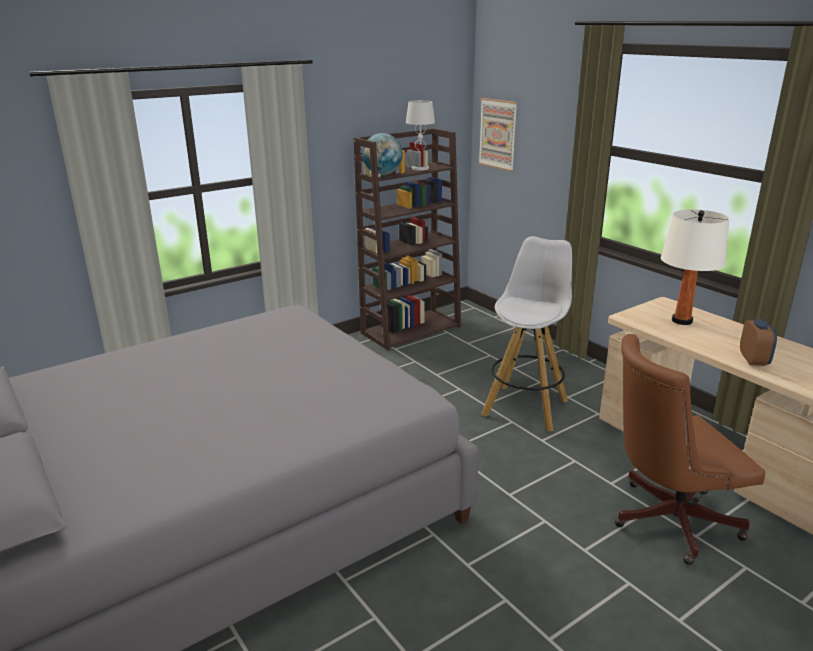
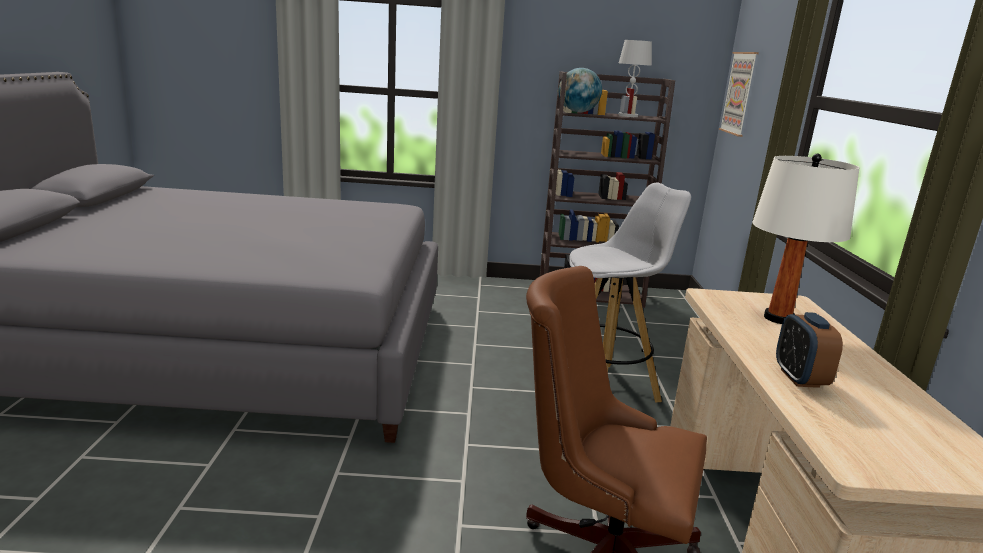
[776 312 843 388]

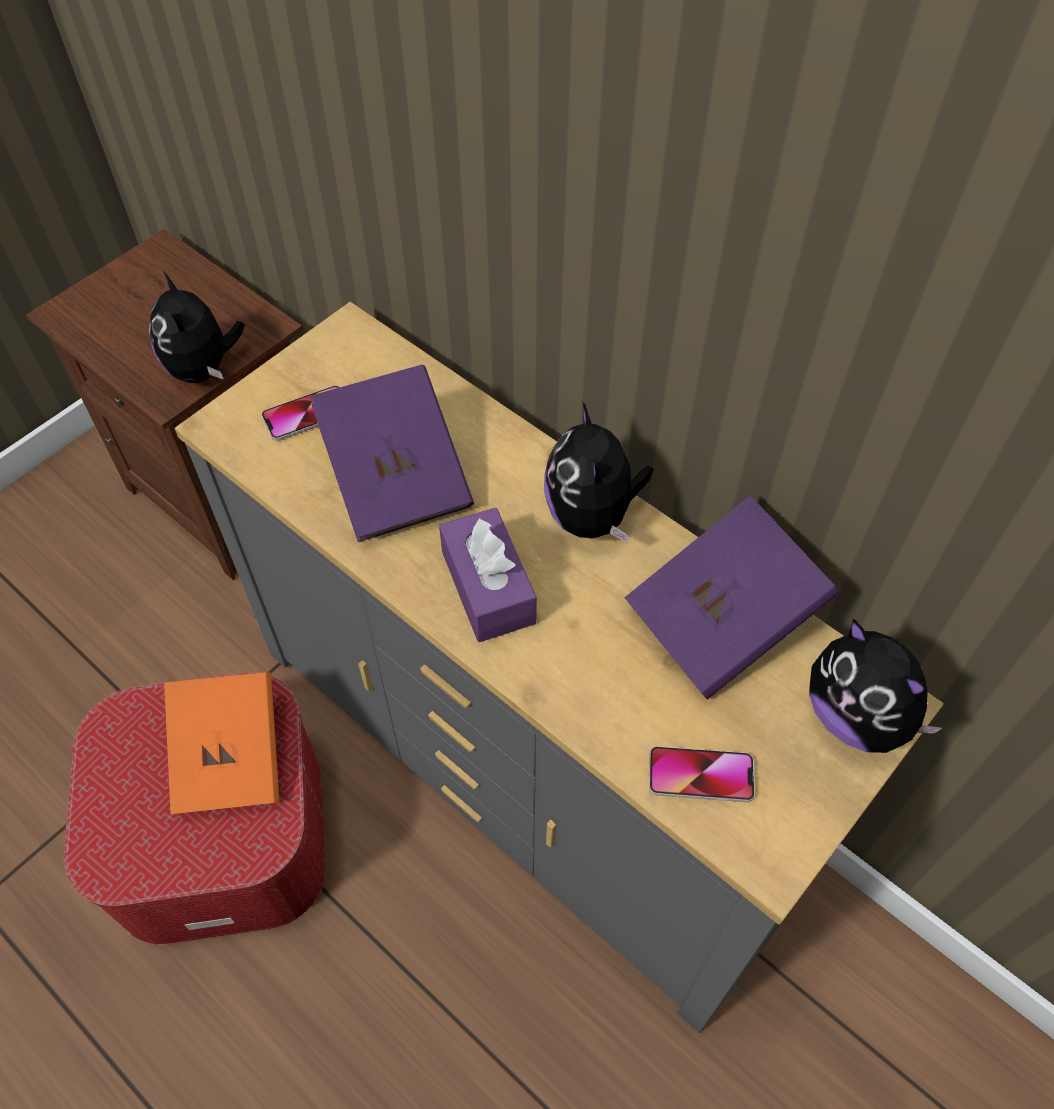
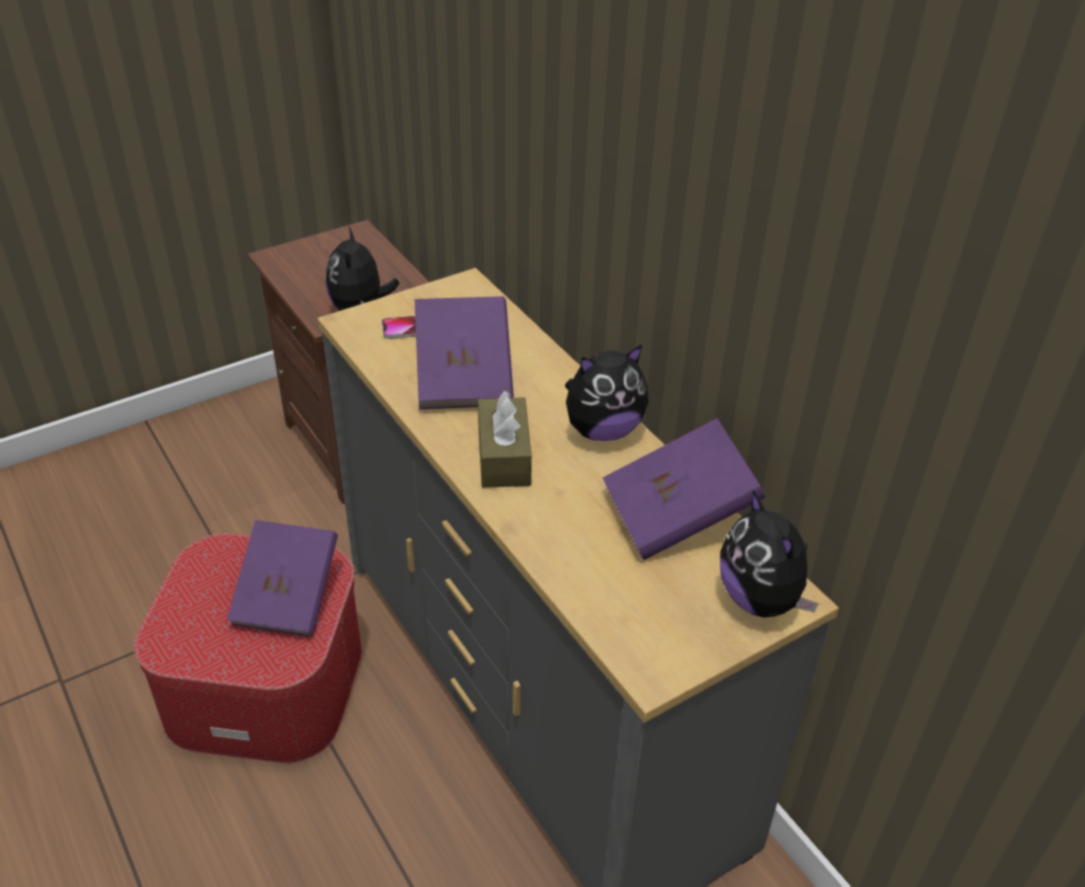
[649 746 755 802] (first image)
[227 520 338 637]
[478 390 532 488]
[565 345 648 441]

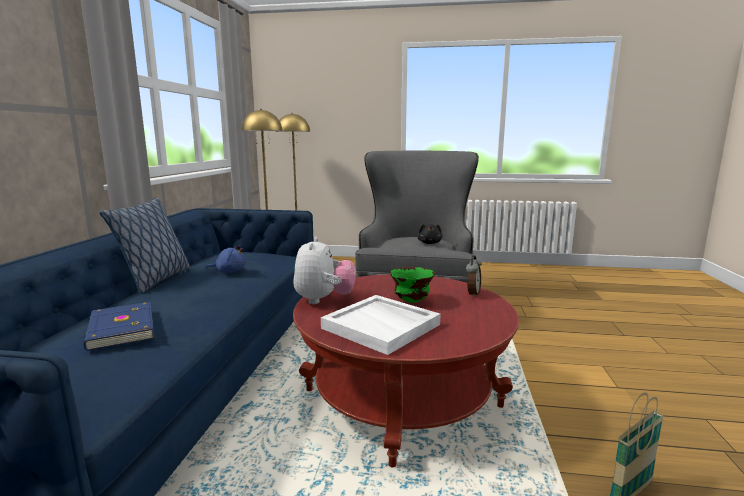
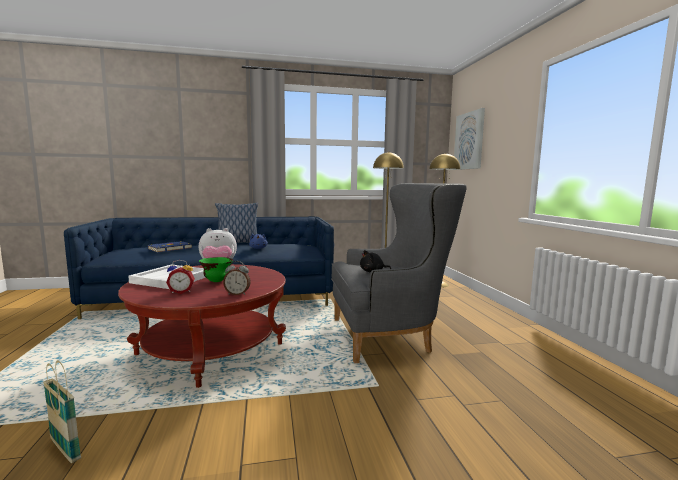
[166 260 195 294]
[454 108 485 170]

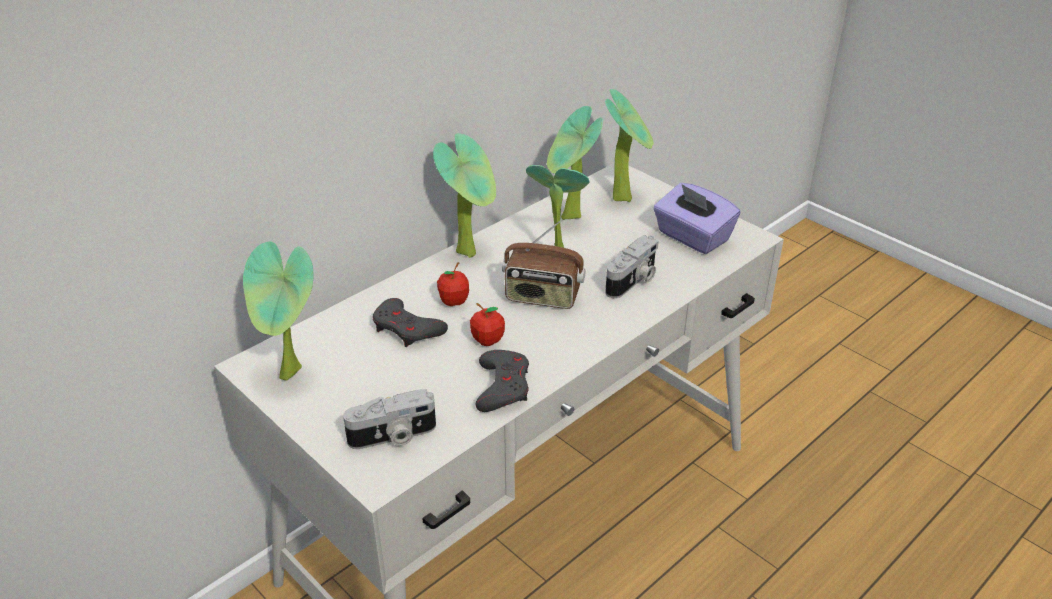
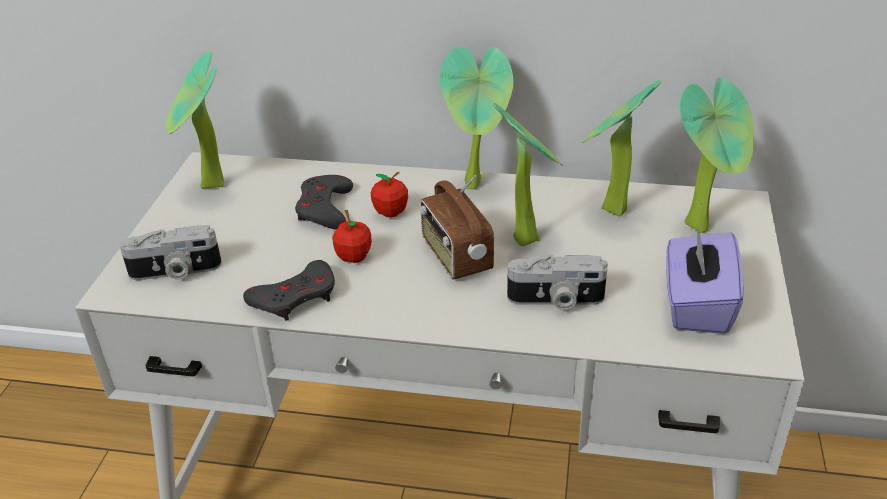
[120 225 222 280]

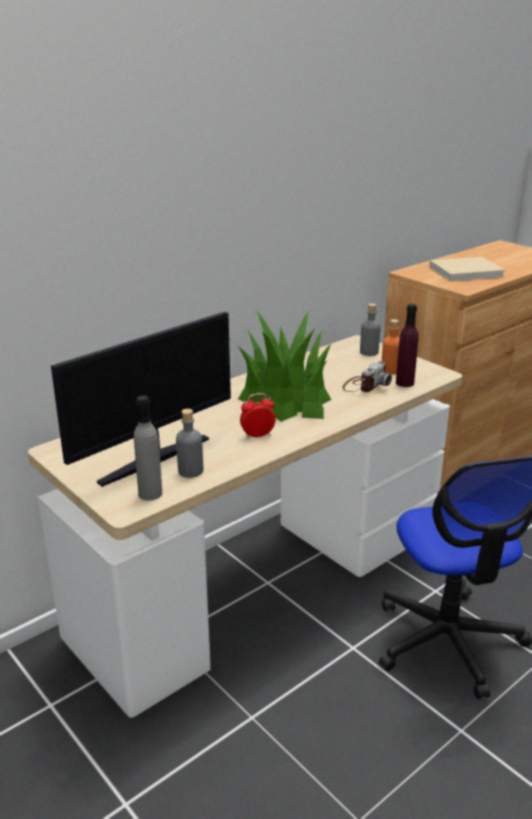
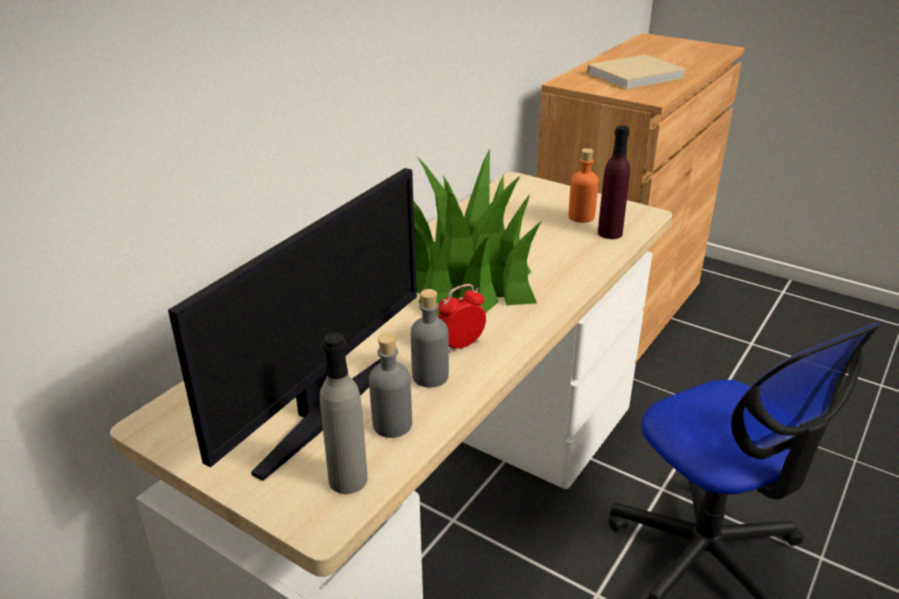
[342 361 392 392] (first image)
[411 289 449 388]

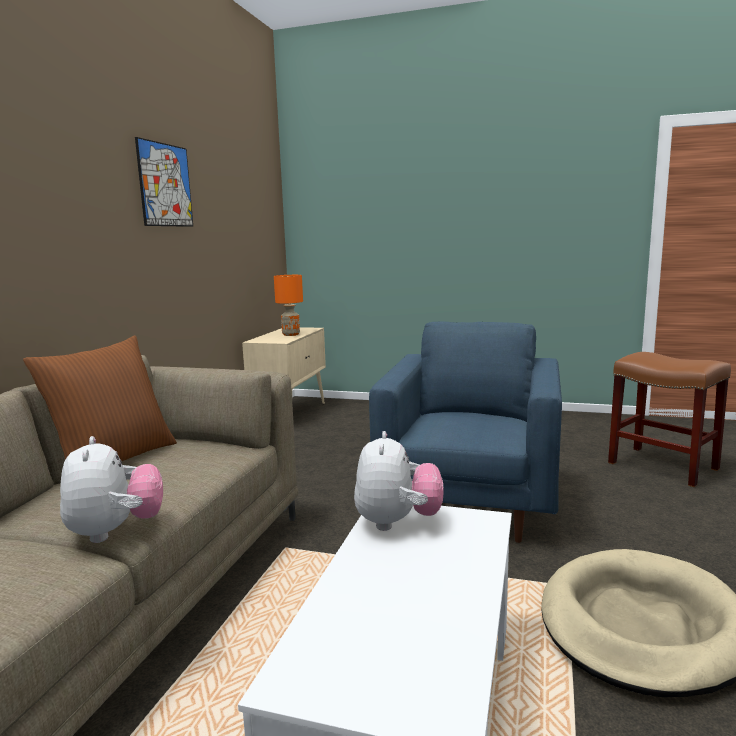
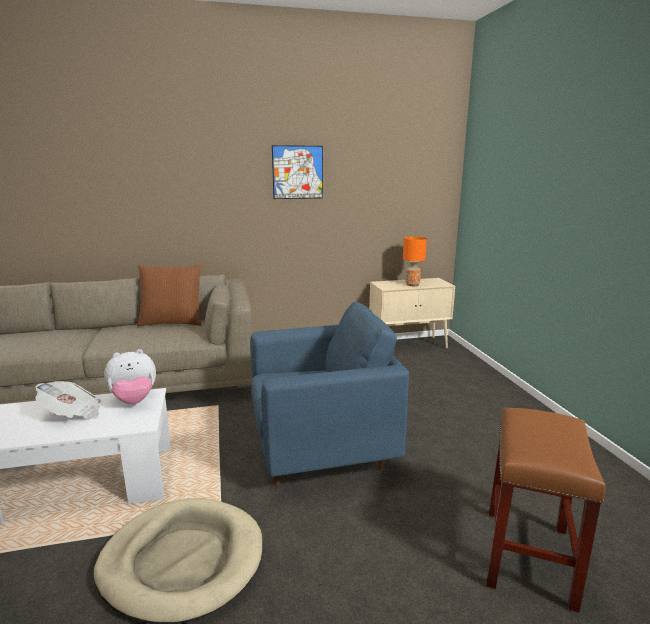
[60 436 163 543] (first image)
[35 381 101 419]

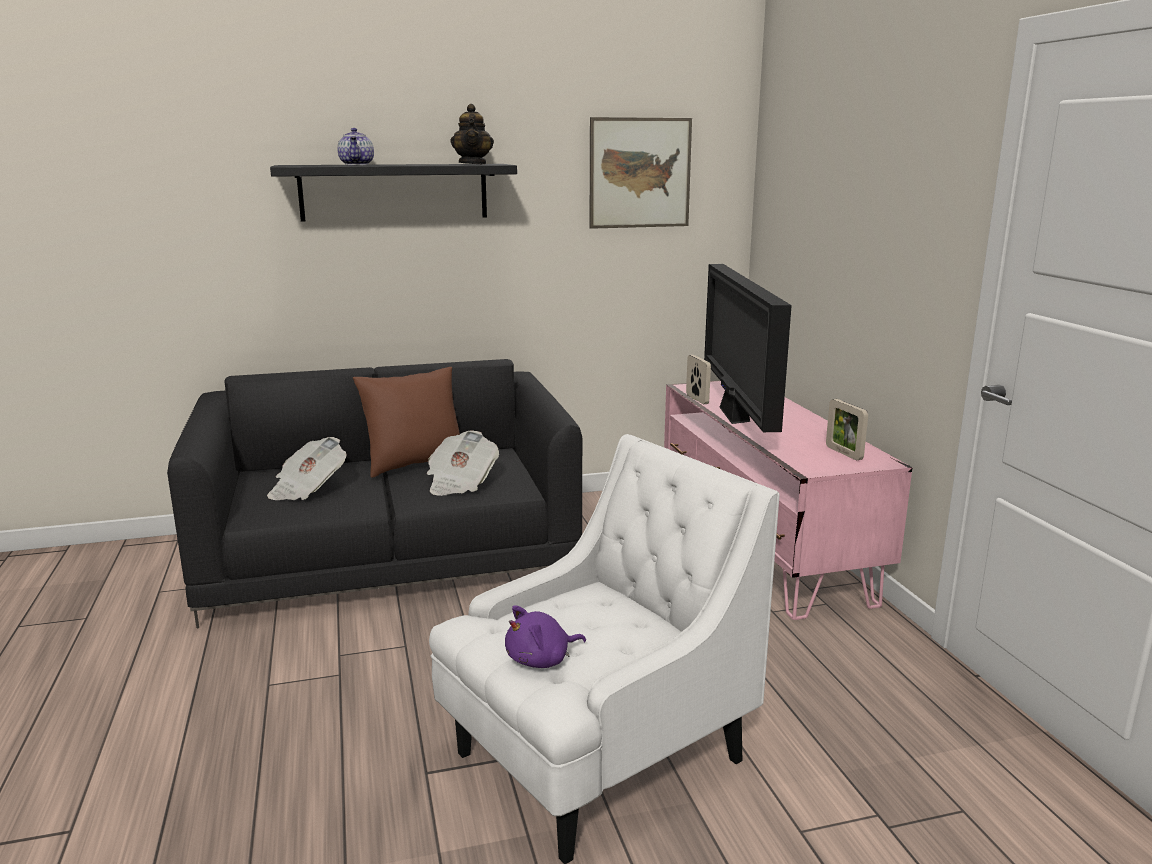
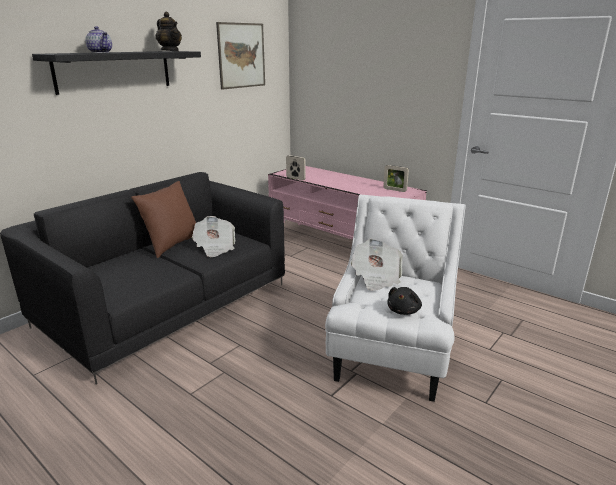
[704 264 792 432] (first image)
[351 238 403 291]
[388 287 422 315]

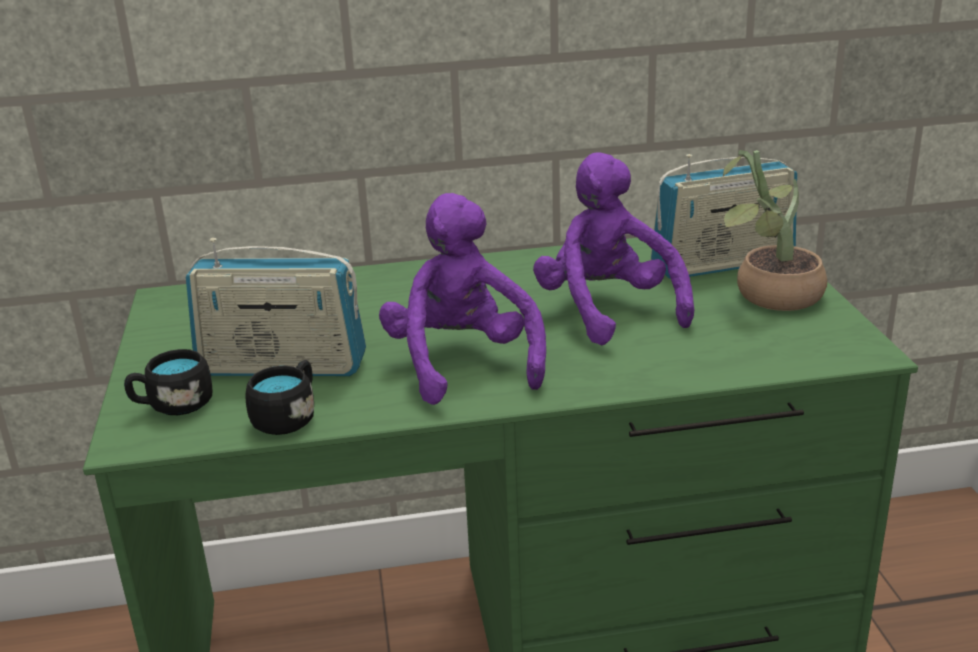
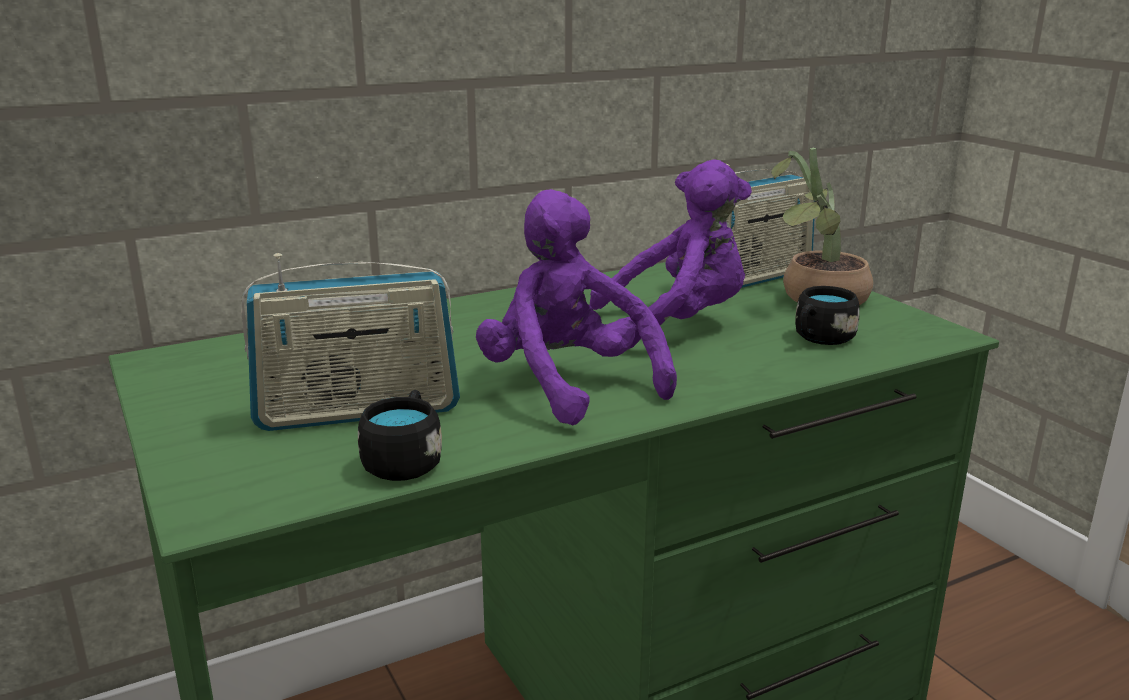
[795 286 860 345]
[590 160 752 349]

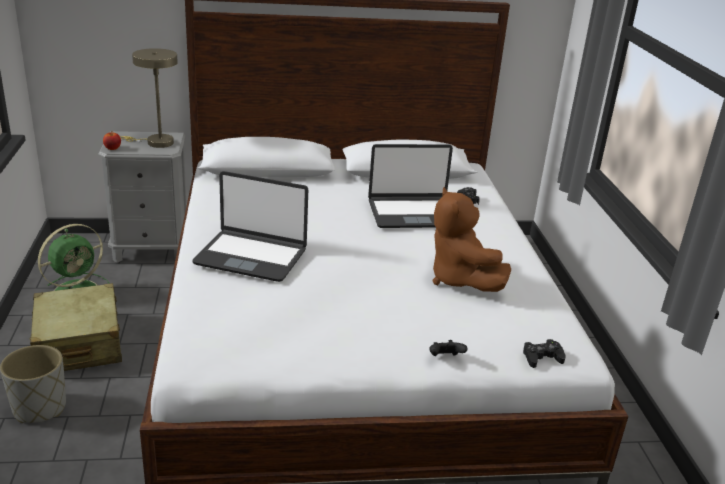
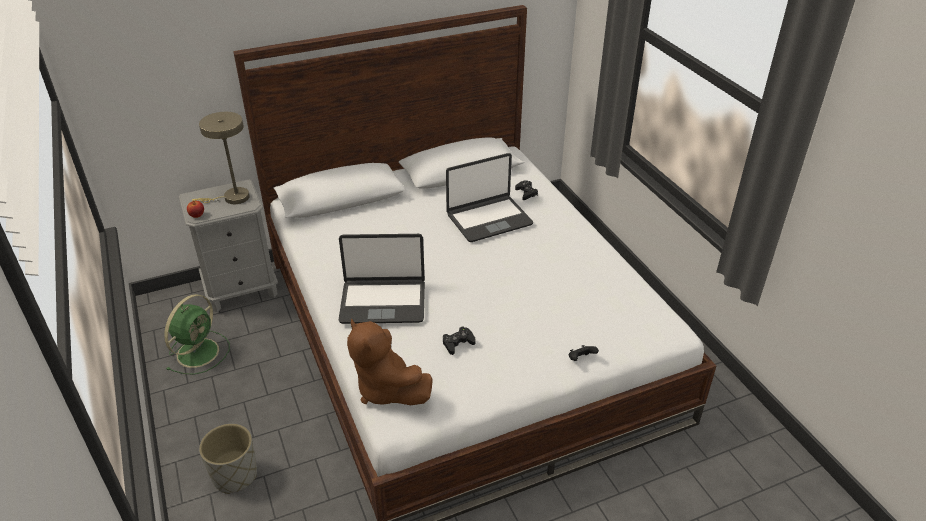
[30 283 122 371] (first image)
[347 319 433 405]
[443 326 476 355]

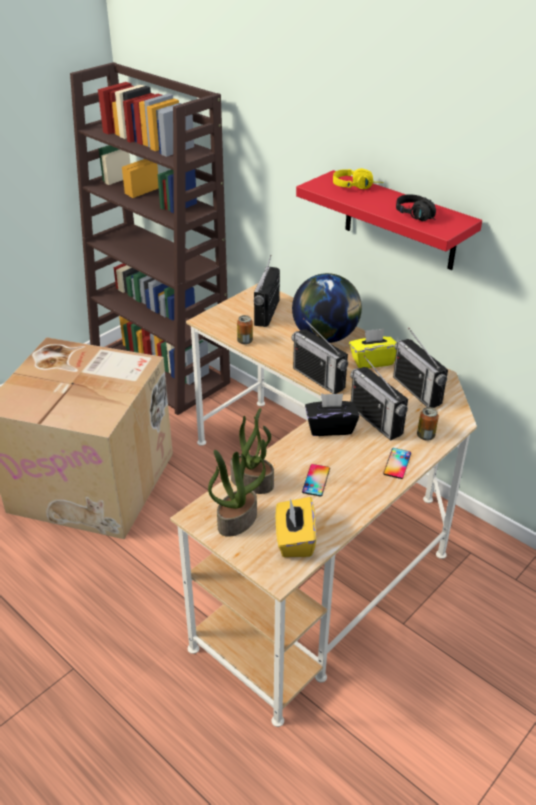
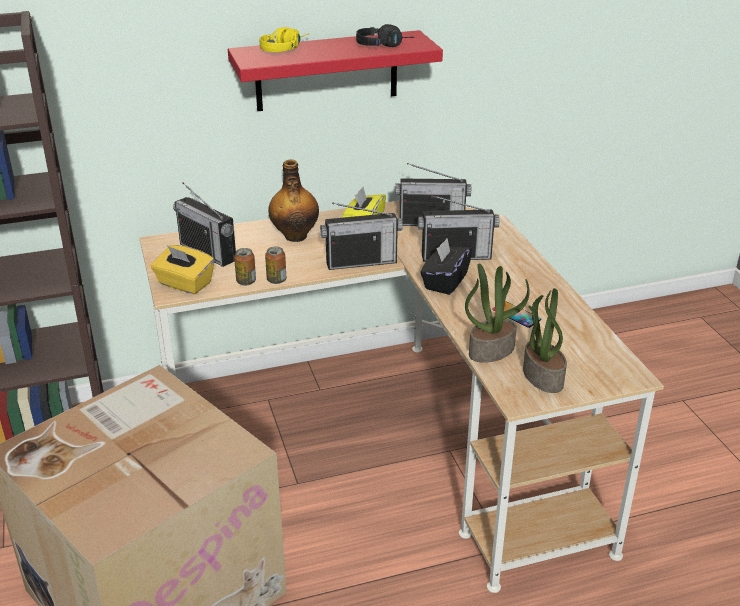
[383 448 411 479] (first image)
[151 245 214 294]
[265 247 287 284]
[268 160 319 242]

